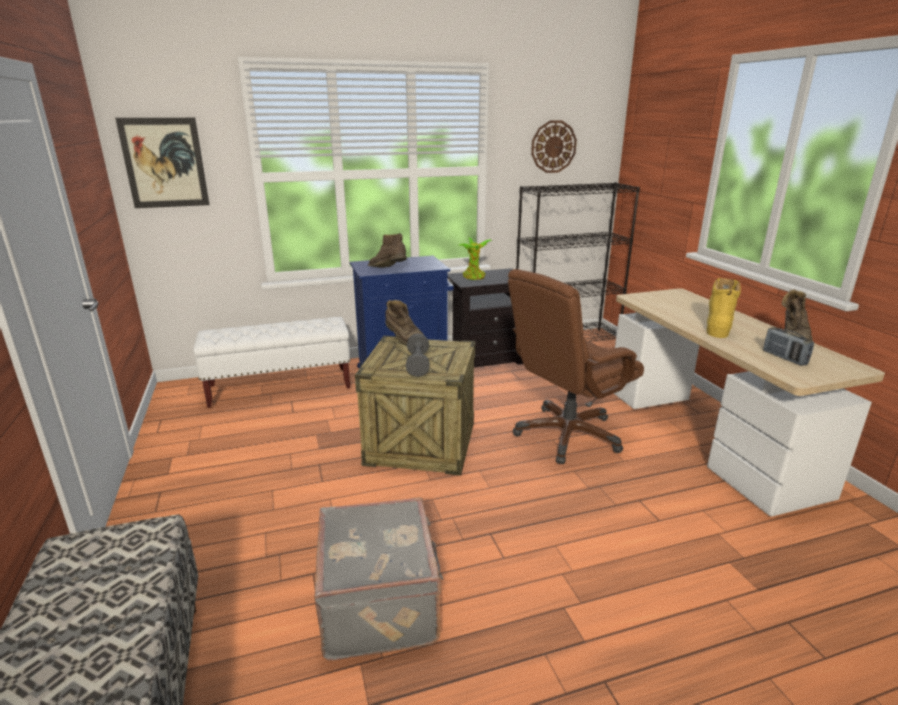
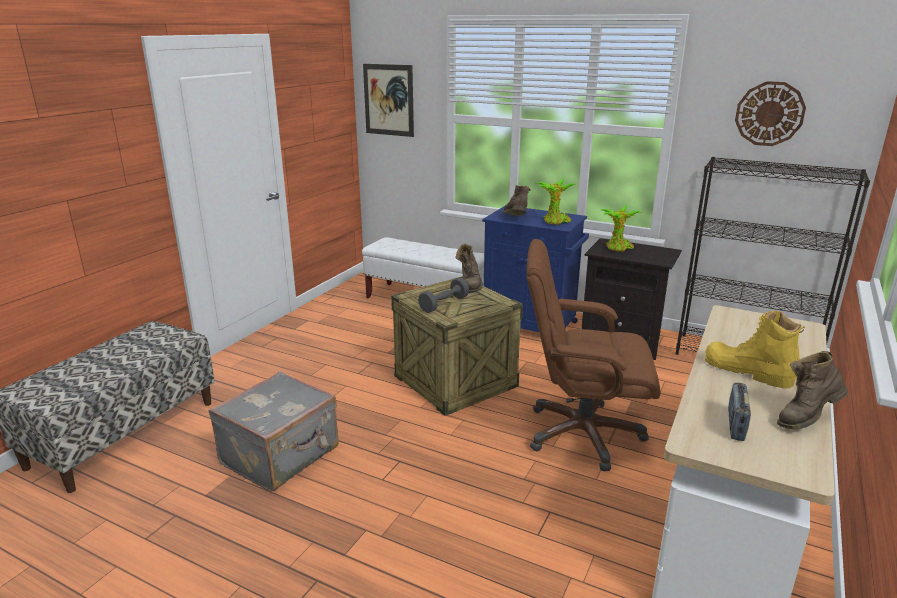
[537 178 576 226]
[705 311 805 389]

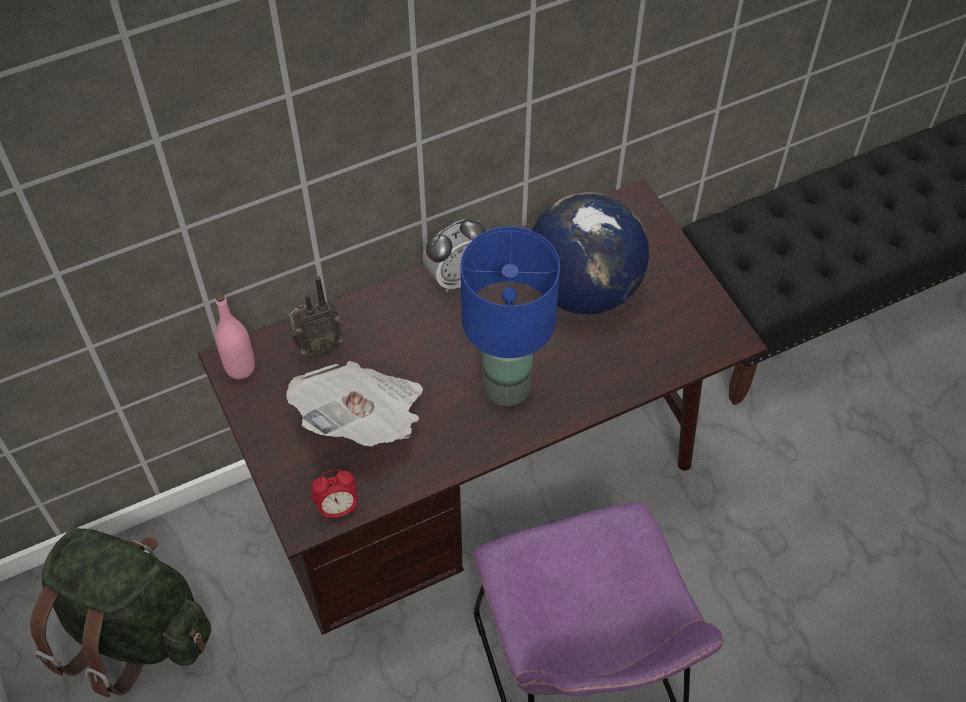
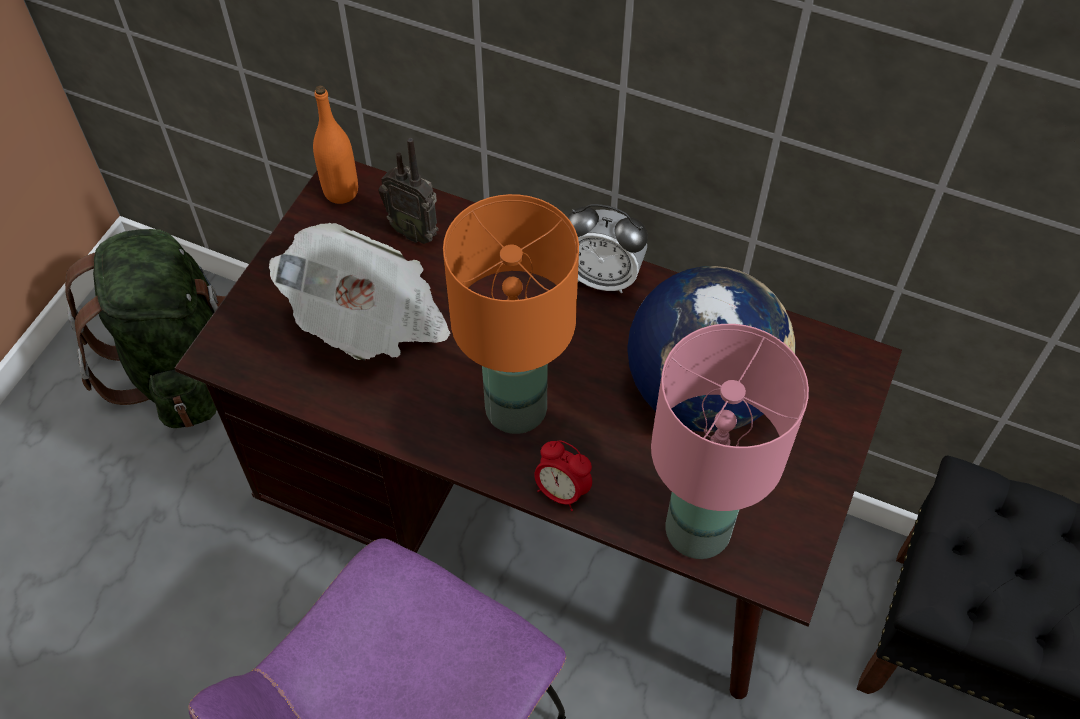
[651 324 809 559]
[534 440 592 511]
[313 86 358 204]
[443 194 579 434]

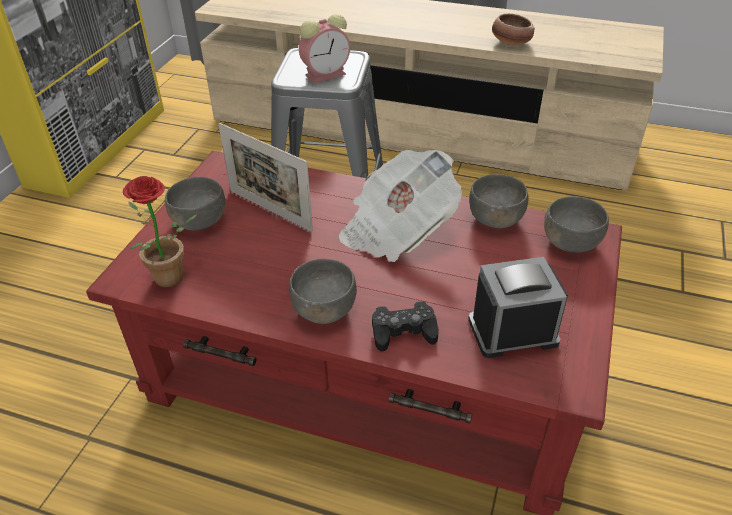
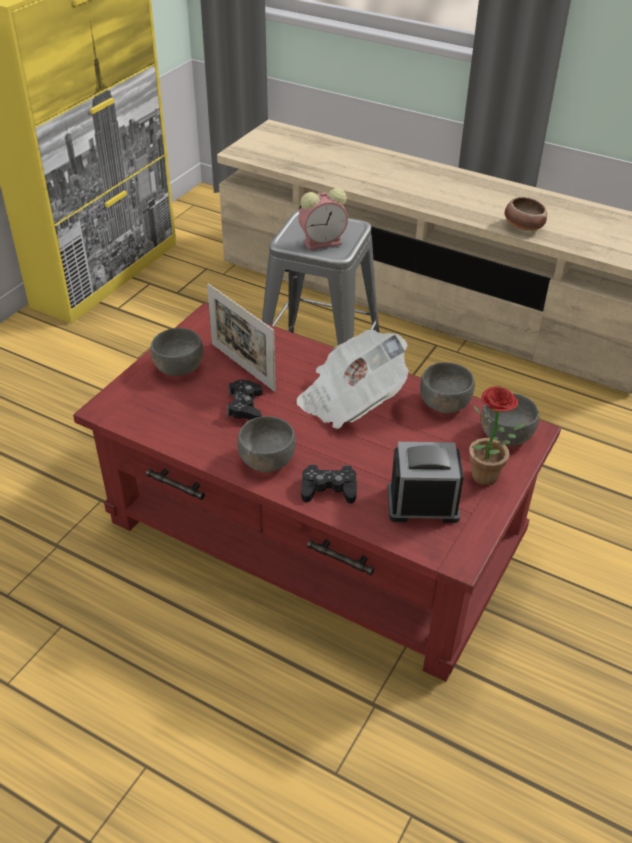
[227 380 263 420]
[469 386 525 486]

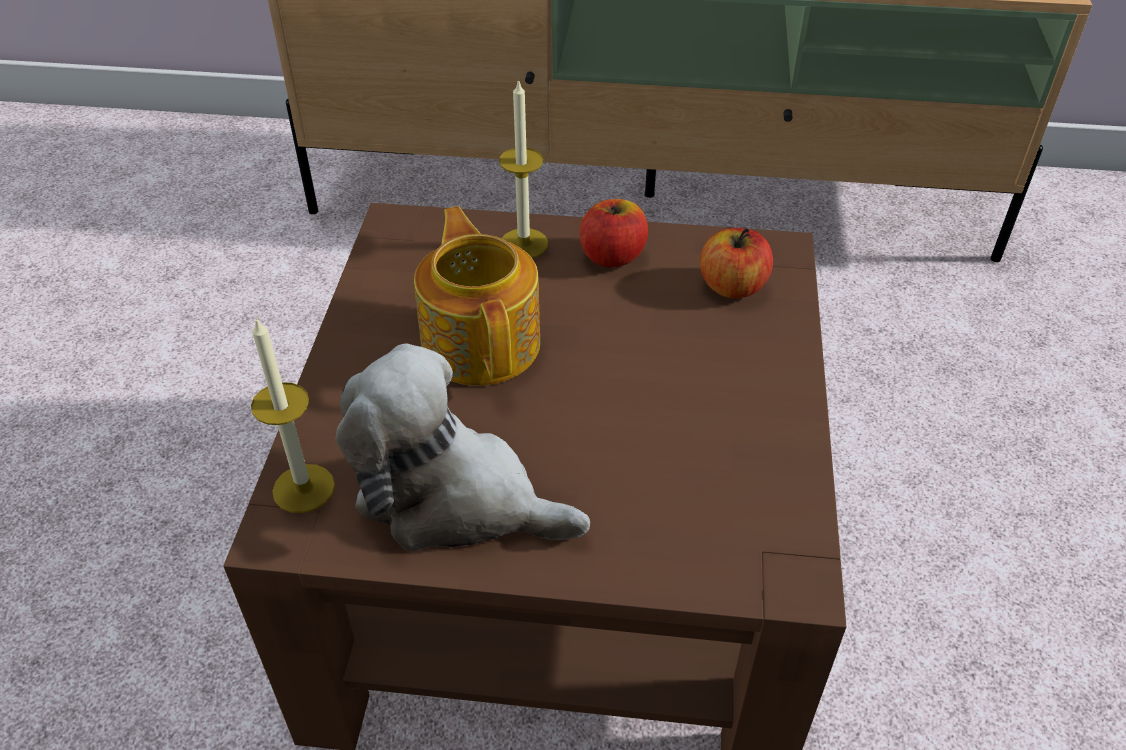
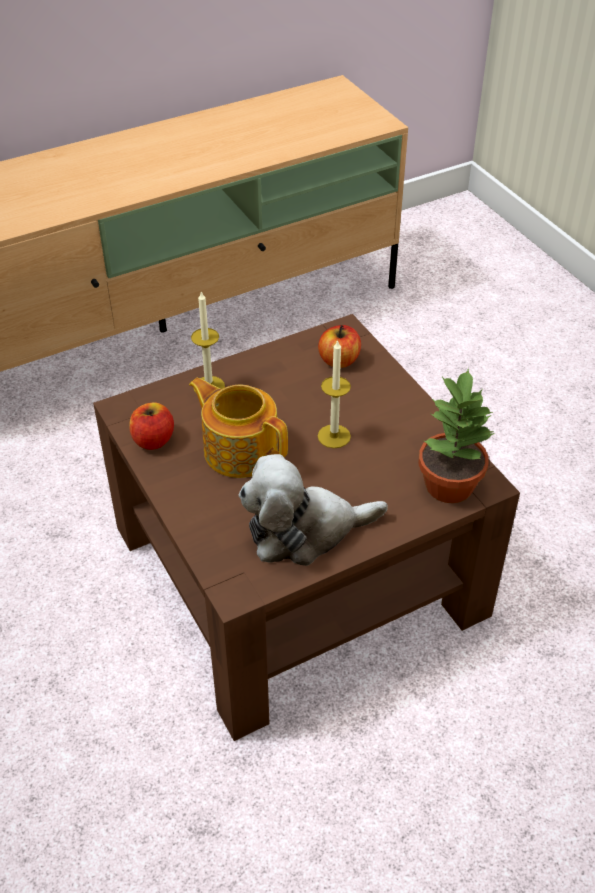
[418 368 495 503]
[318 339 351 448]
[129 402 174 450]

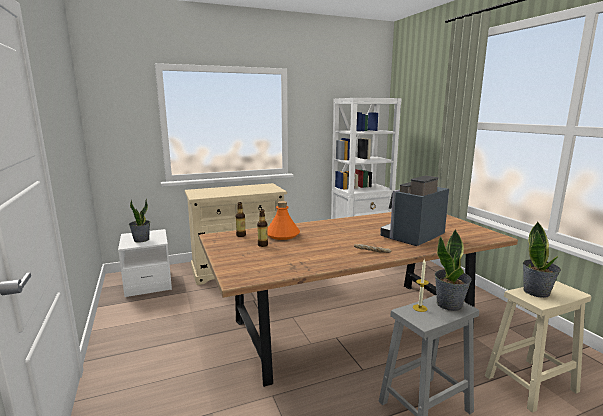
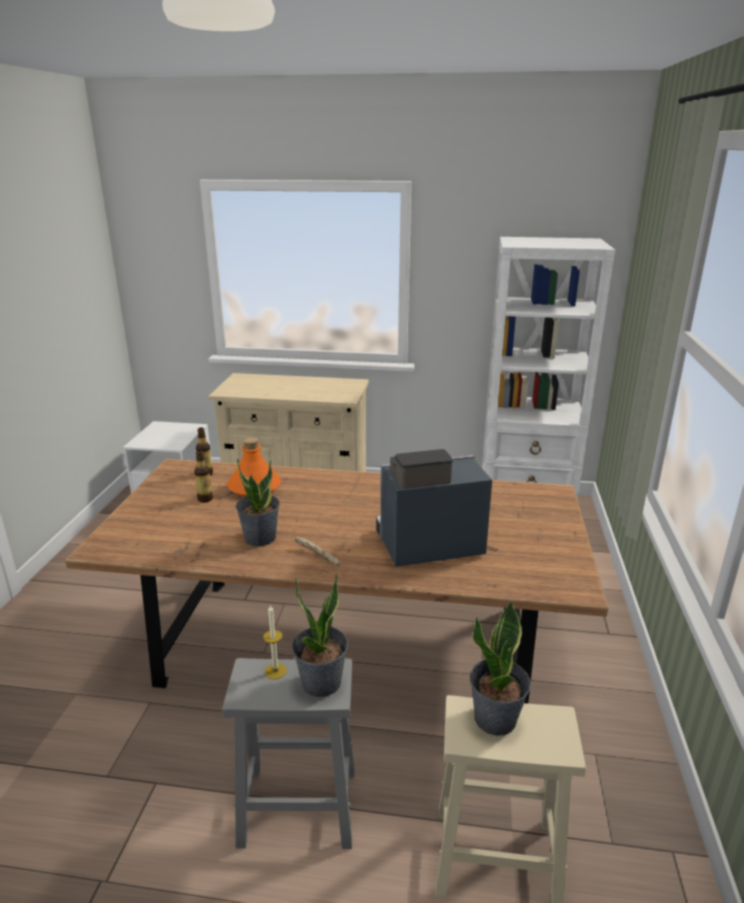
[235 458 280 547]

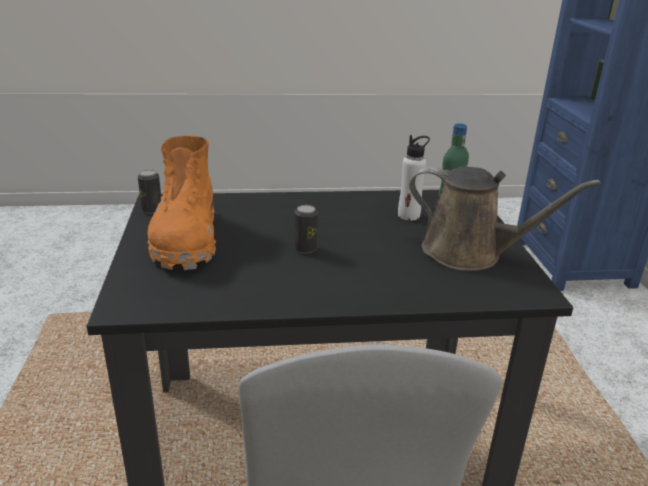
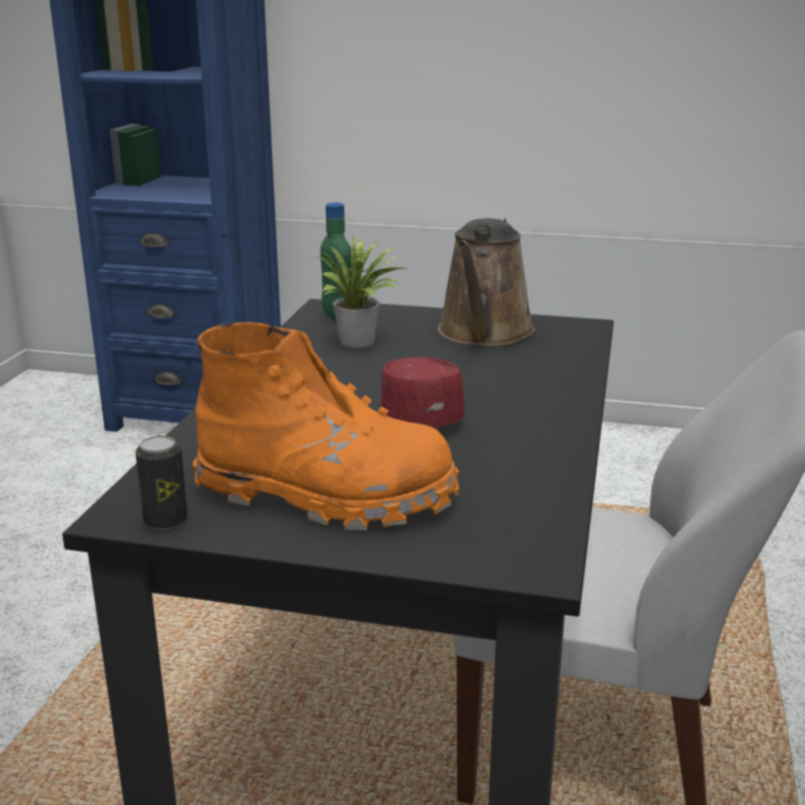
[379 357 465 428]
[311 236 406 348]
[438 217 535 347]

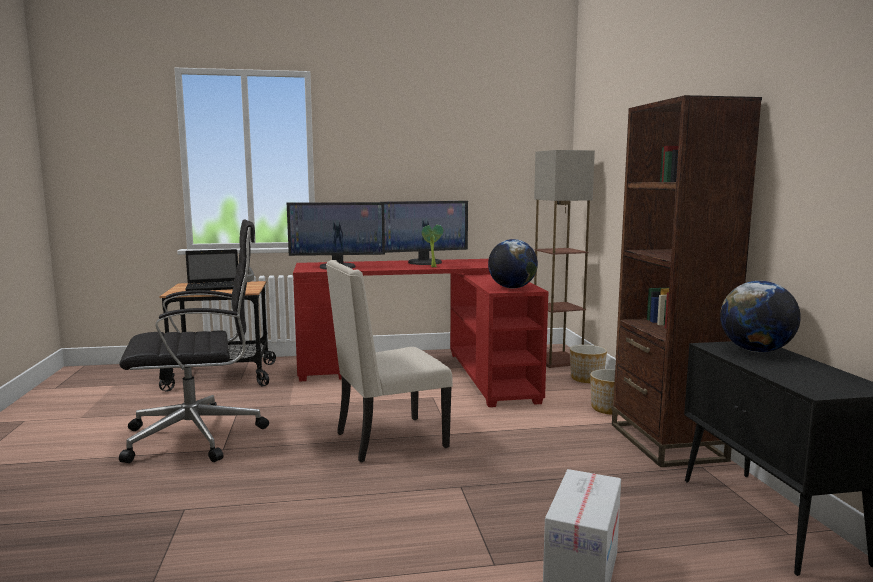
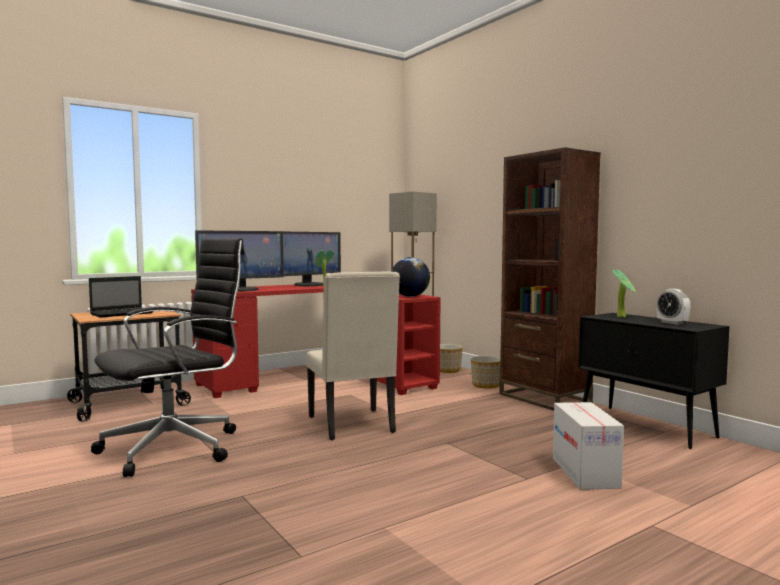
[656 289 690 325]
[612 269 636 317]
[306 272 400 440]

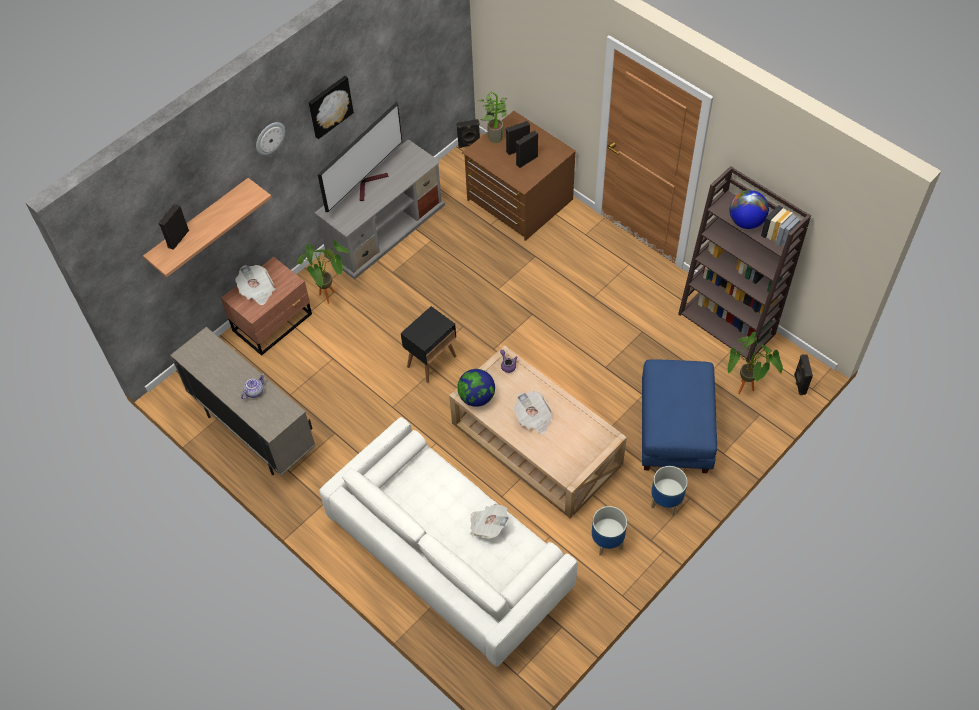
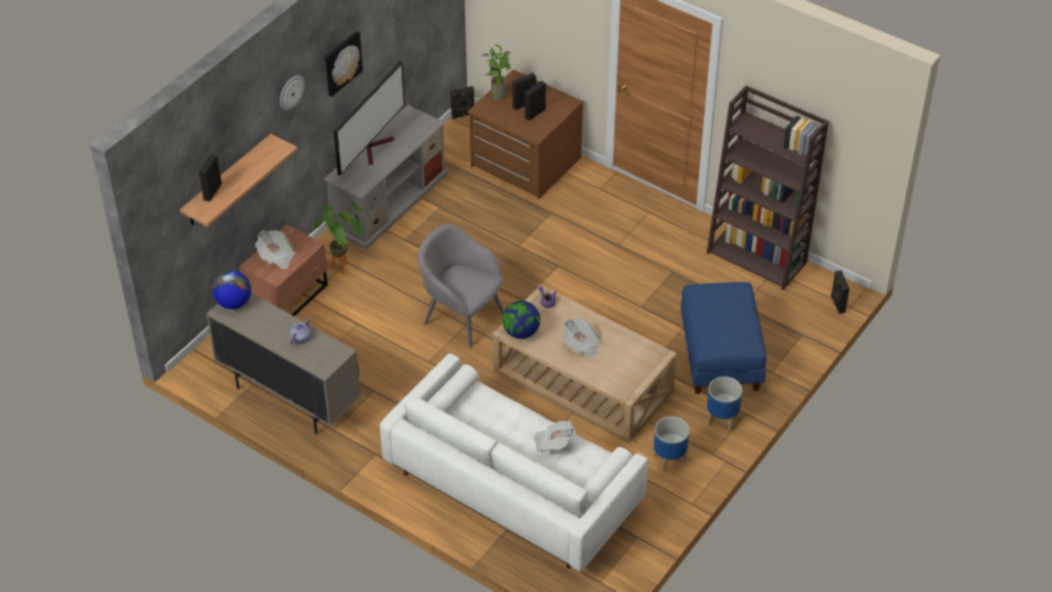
[727 332 783 394] (first image)
[212 271 251 309]
[418 224 504 348]

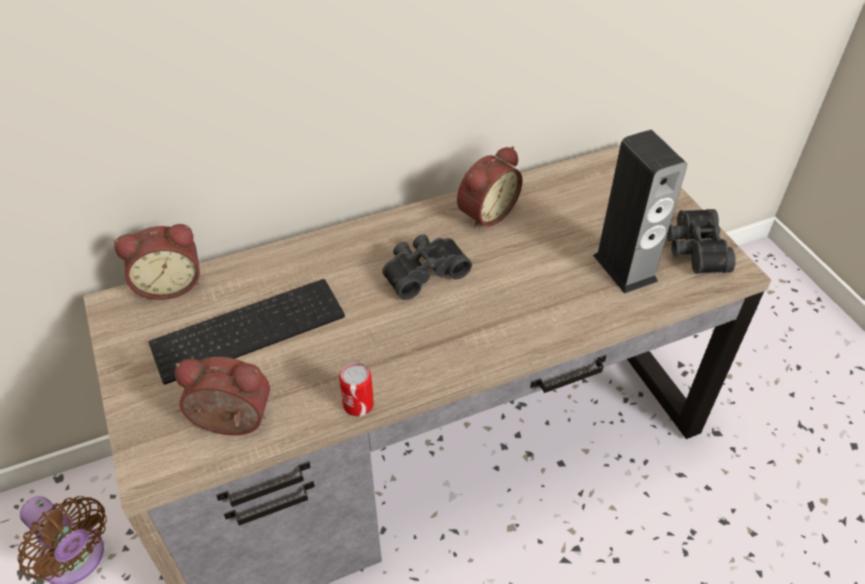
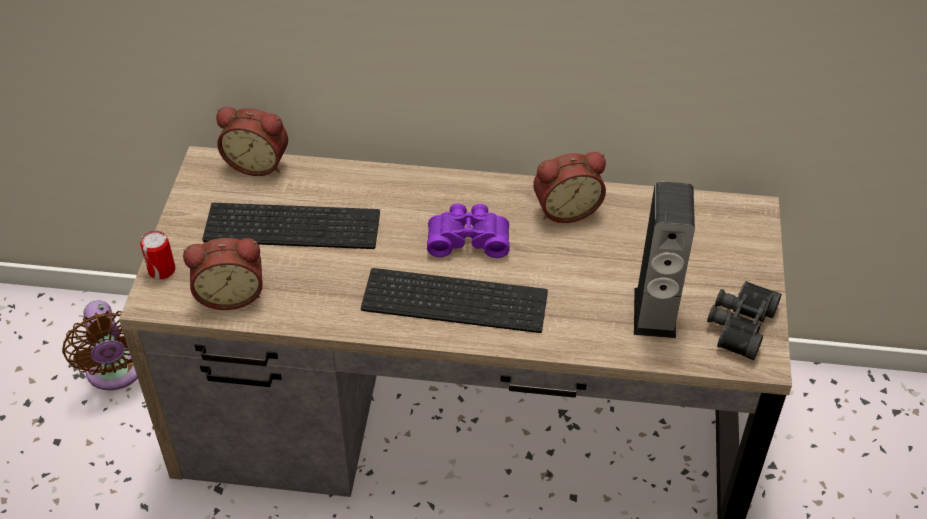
[361 268 548 333]
[140 230 175 279]
[427 203 509 258]
[183 238 263 310]

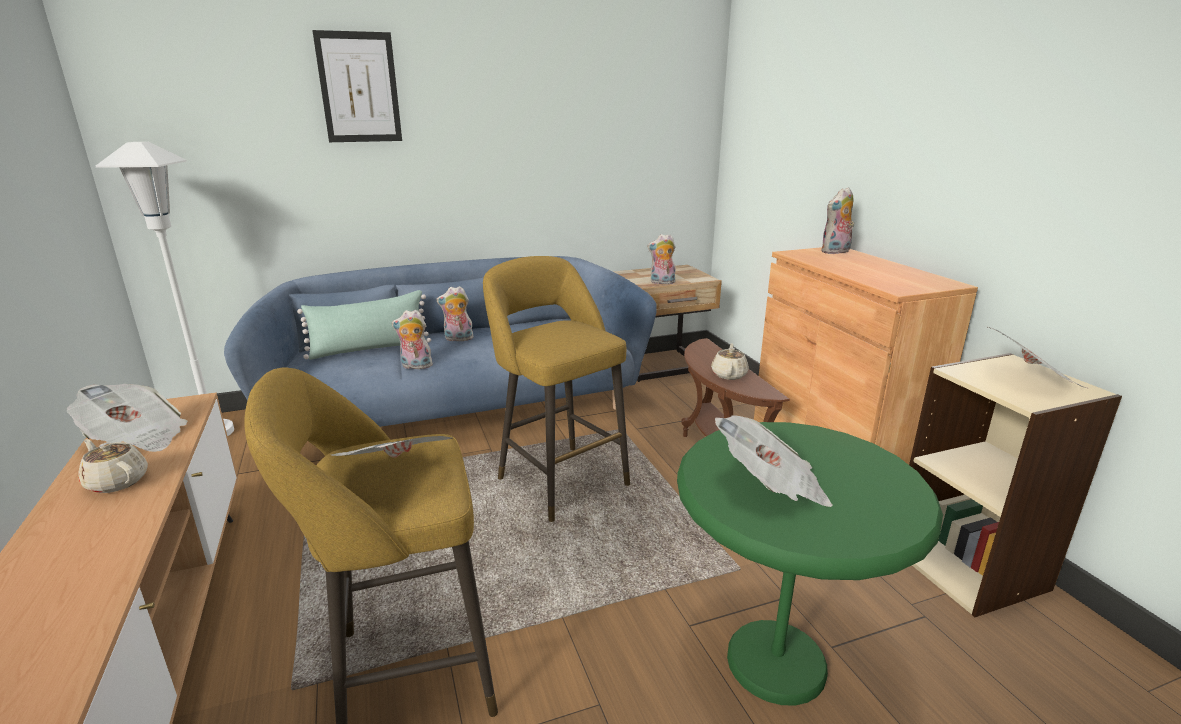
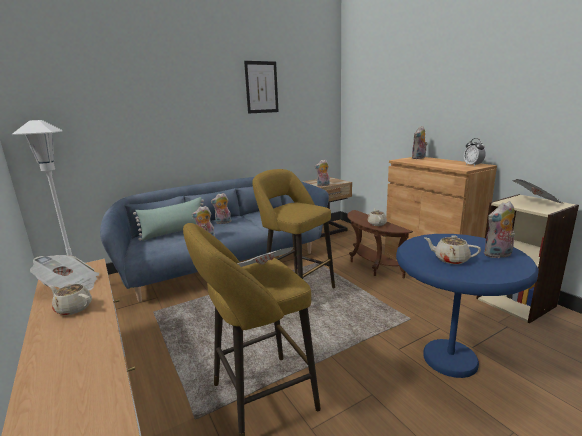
[464 138 486 167]
[484 201 515 258]
[244 61 279 114]
[425 235 481 264]
[396 234 539 378]

